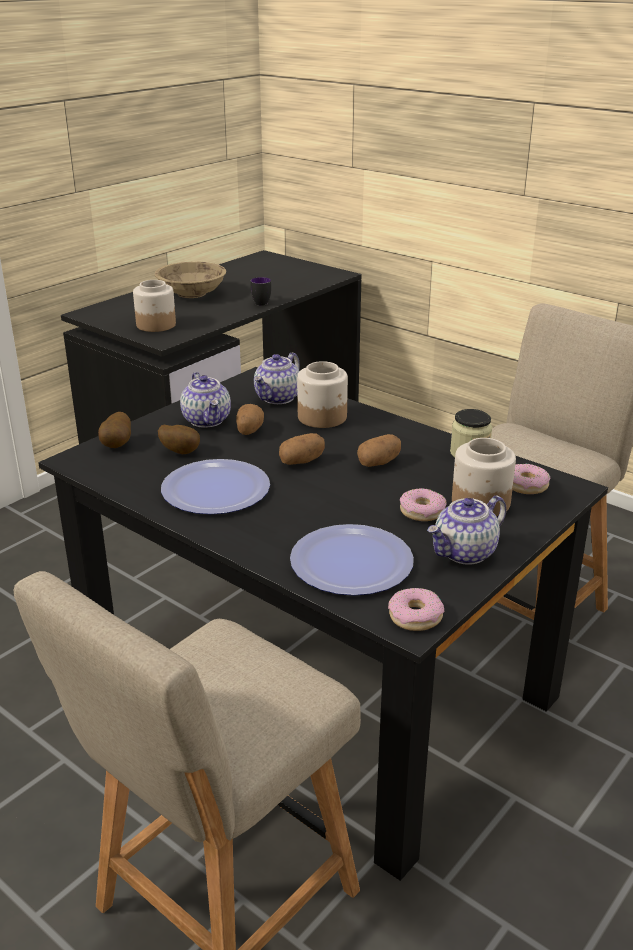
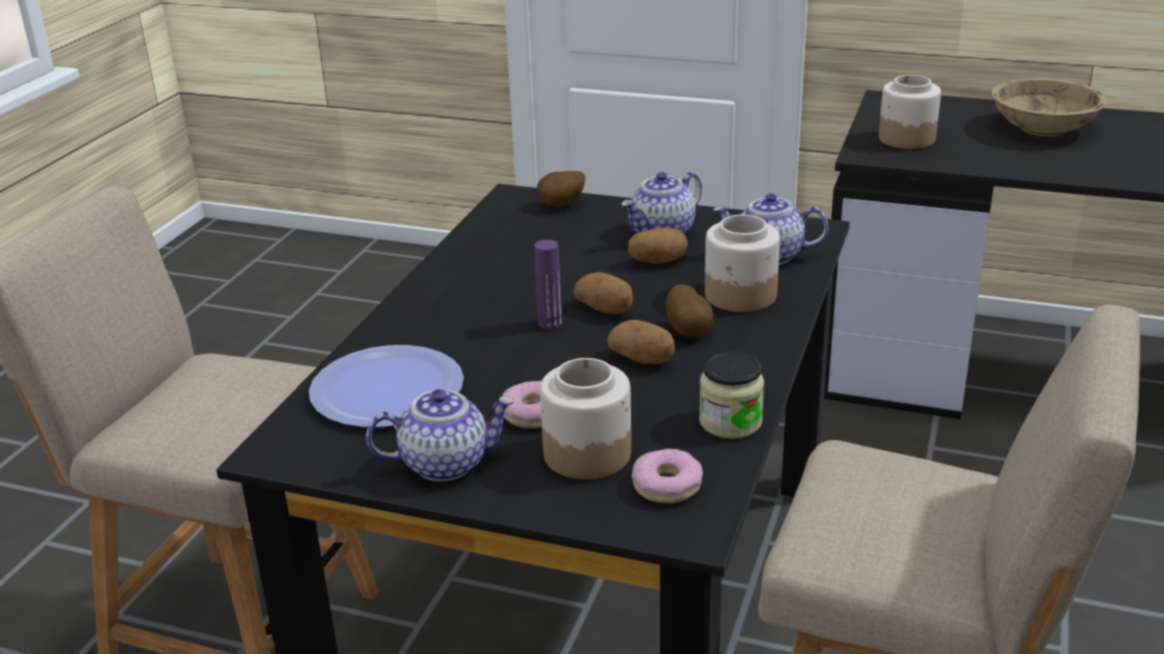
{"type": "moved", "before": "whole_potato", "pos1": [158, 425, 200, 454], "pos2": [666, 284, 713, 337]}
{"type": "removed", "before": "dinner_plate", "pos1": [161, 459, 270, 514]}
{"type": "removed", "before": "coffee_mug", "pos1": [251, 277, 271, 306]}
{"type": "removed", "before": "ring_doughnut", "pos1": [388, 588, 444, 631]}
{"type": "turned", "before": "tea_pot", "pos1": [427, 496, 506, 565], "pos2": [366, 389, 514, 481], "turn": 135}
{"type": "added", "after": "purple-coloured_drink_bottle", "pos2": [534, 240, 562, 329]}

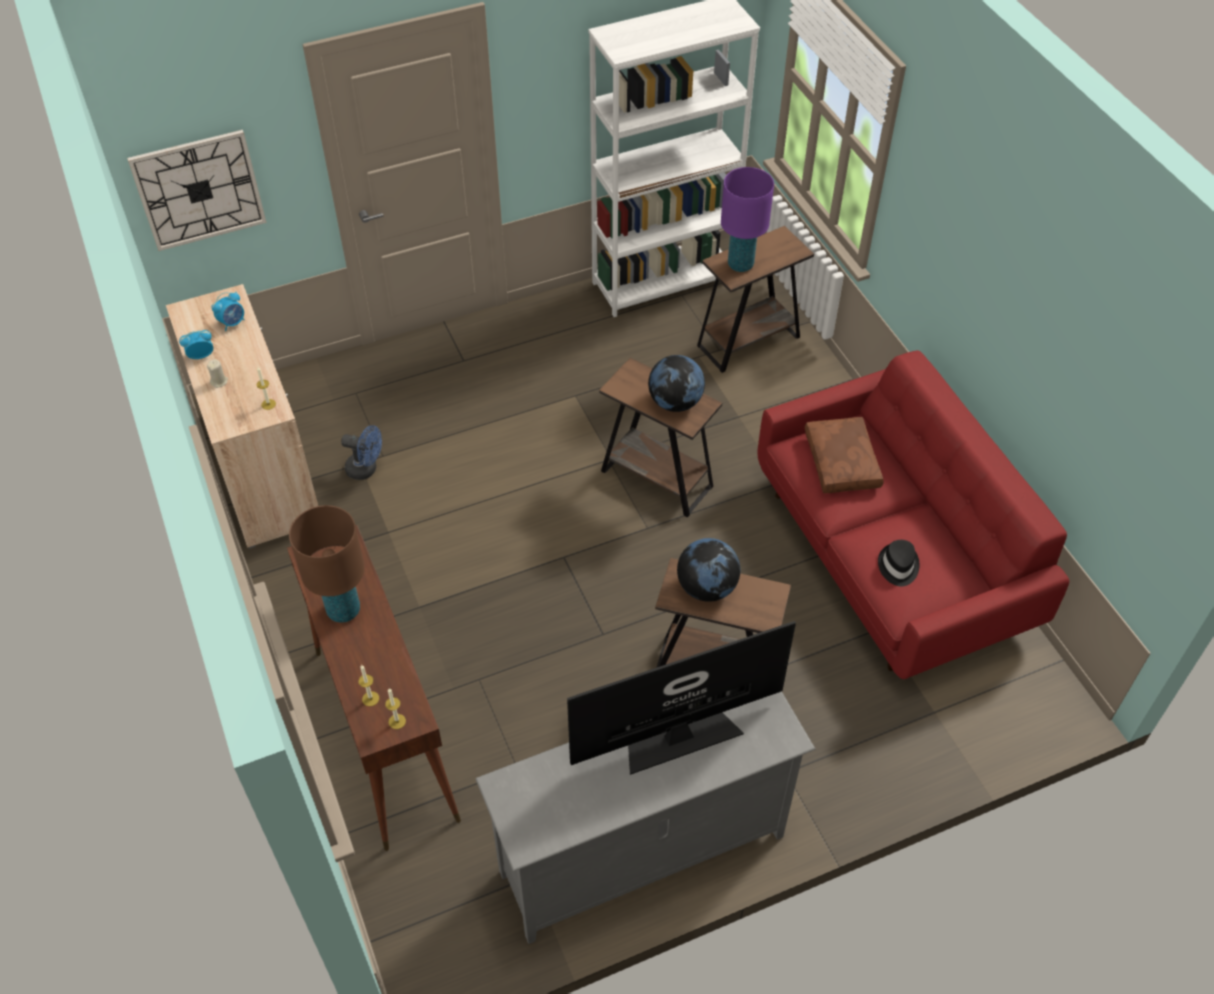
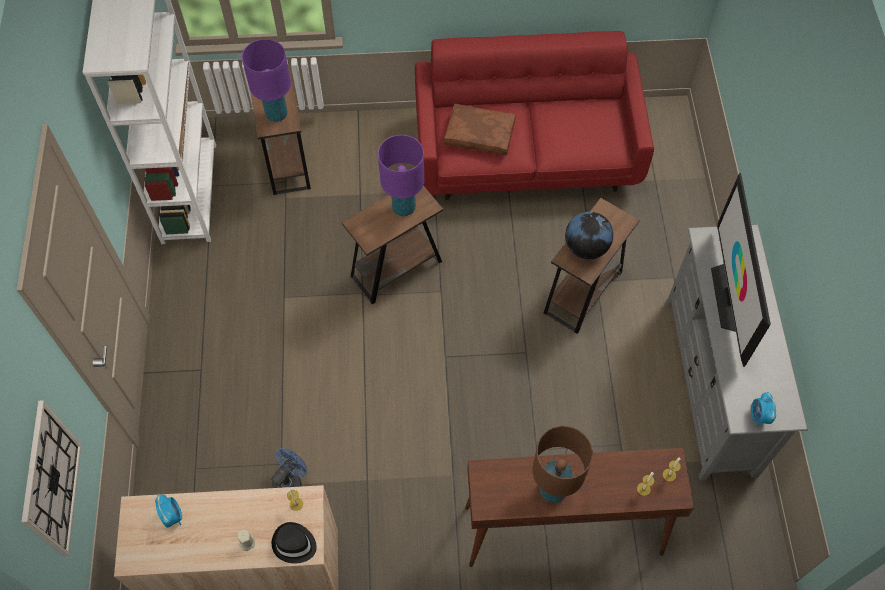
{"type": "moved", "before": "bedside_clock", "pos1": [179, 330, 213, 359], "pos2": [751, 392, 776, 426]}
{"type": "replaced", "before": "globe", "after": "purple-coloured_tabletop_lamp", "pos1": [648, 355, 705, 412], "pos2": [378, 135, 424, 216]}
{"type": "moved", "before": "black-coloured_wearable_hat", "pos1": [878, 540, 919, 586], "pos2": [272, 522, 317, 563]}

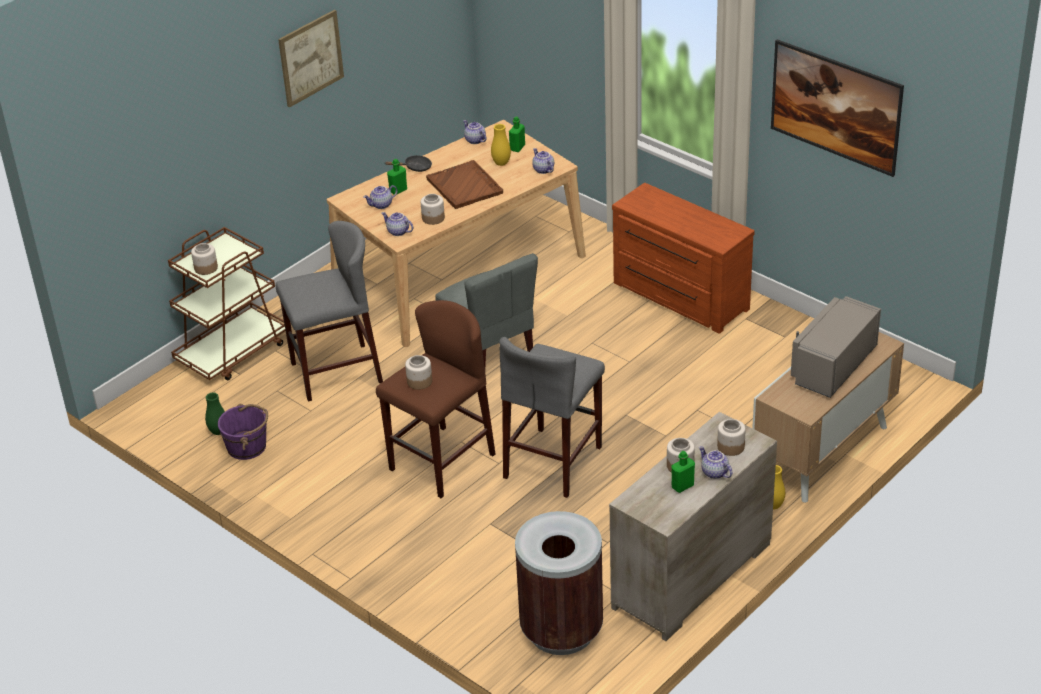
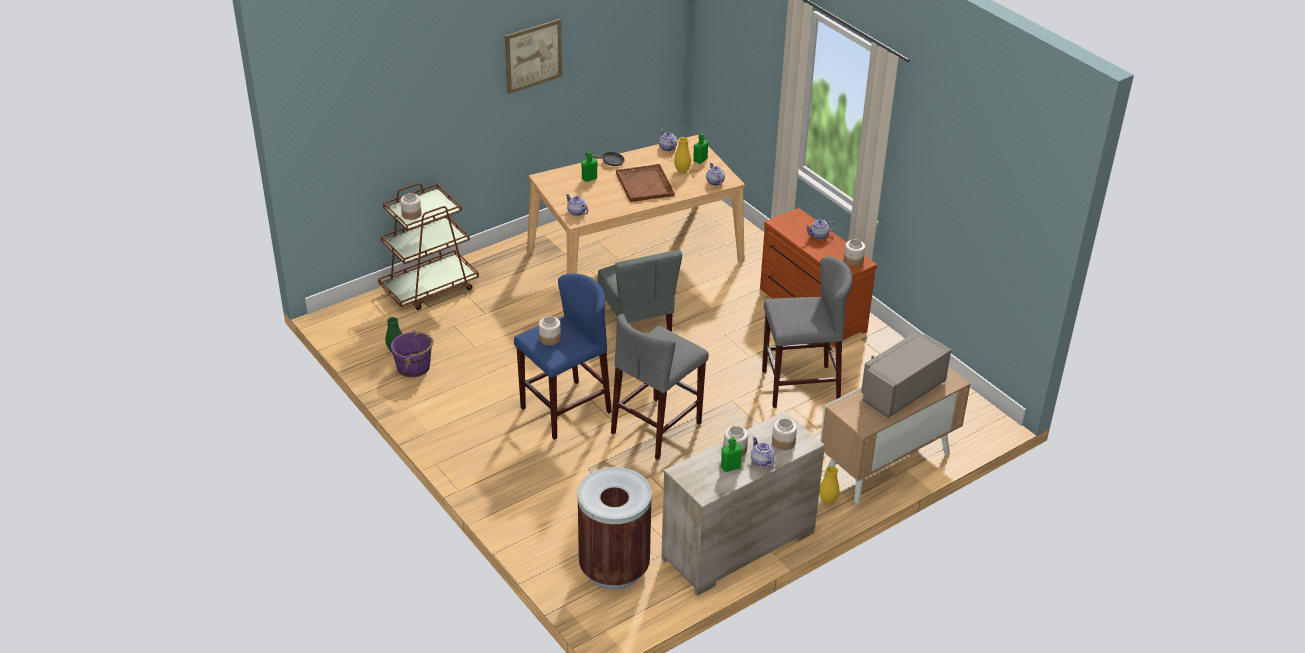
{"type": "moved", "before": "gray_sitting_stool", "pos1": [276, 221, 383, 402], "pos2": [762, 256, 852, 408]}
{"type": "moved", "before": "tea_pot", "pos1": [363, 185, 397, 209], "pos2": [805, 220, 835, 240]}
{"type": "recoloured", "before": "brown_sitting_stool", "after": "blue-coloured_sitting_stool", "pos1": [376, 300, 495, 498], "pos2": [514, 274, 612, 440]}
{"type": "moved", "before": "storage_jar", "pos1": [421, 194, 445, 225], "pos2": [844, 239, 865, 266]}
{"type": "removed", "before": "wall_art", "pos1": [771, 39, 904, 177]}

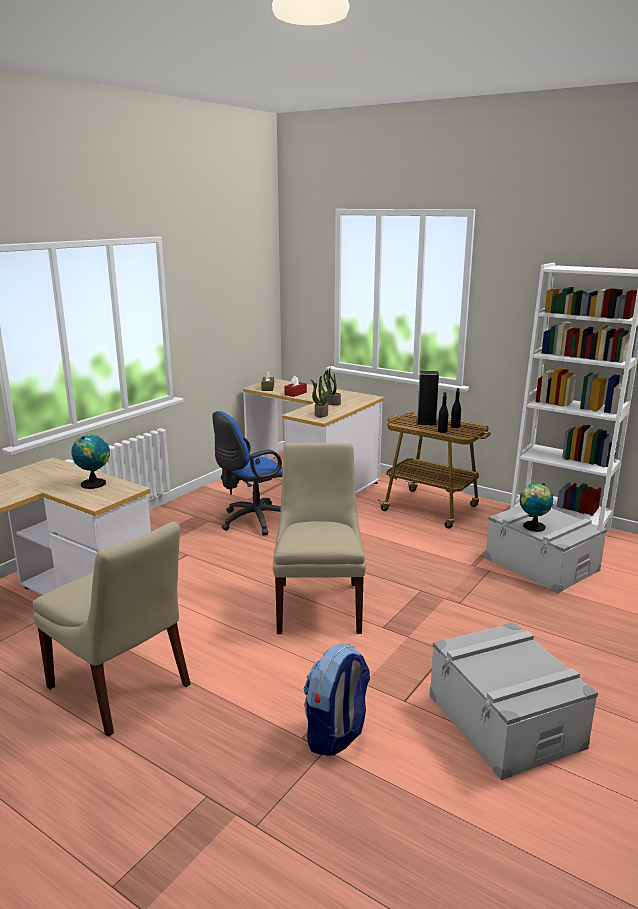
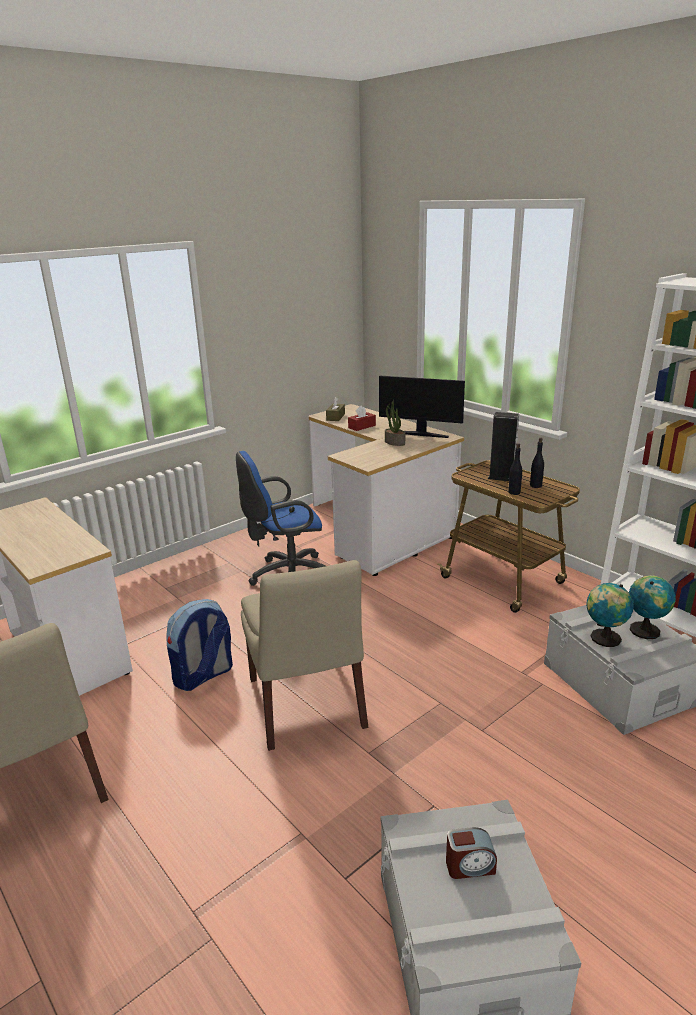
{"type": "moved", "before": "globe", "pos1": [72, 434, 110, 489], "pos2": [629, 575, 676, 639]}
{"type": "turned", "before": "beige_plain_chair", "pos1": [273, 443, 366, 634], "pos2": [241, 560, 368, 751], "turn": 150}
{"type": "moved", "before": "knapsack", "pos1": [304, 644, 370, 756], "pos2": [166, 599, 233, 691]}
{"type": "removed", "before": "potted_plant", "pos1": [311, 376, 331, 417]}
{"type": "added", "after": "computer_display", "pos2": [379, 376, 465, 438]}
{"type": "added", "after": "bedside_clock", "pos2": [446, 827, 497, 879]}

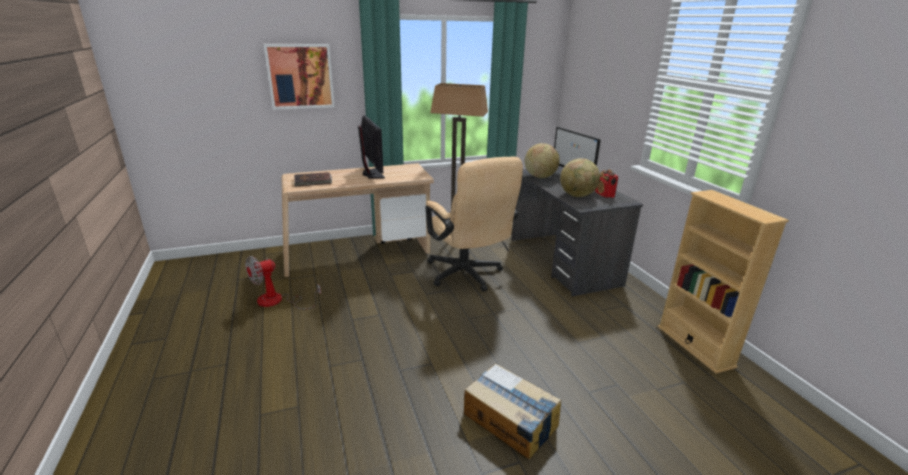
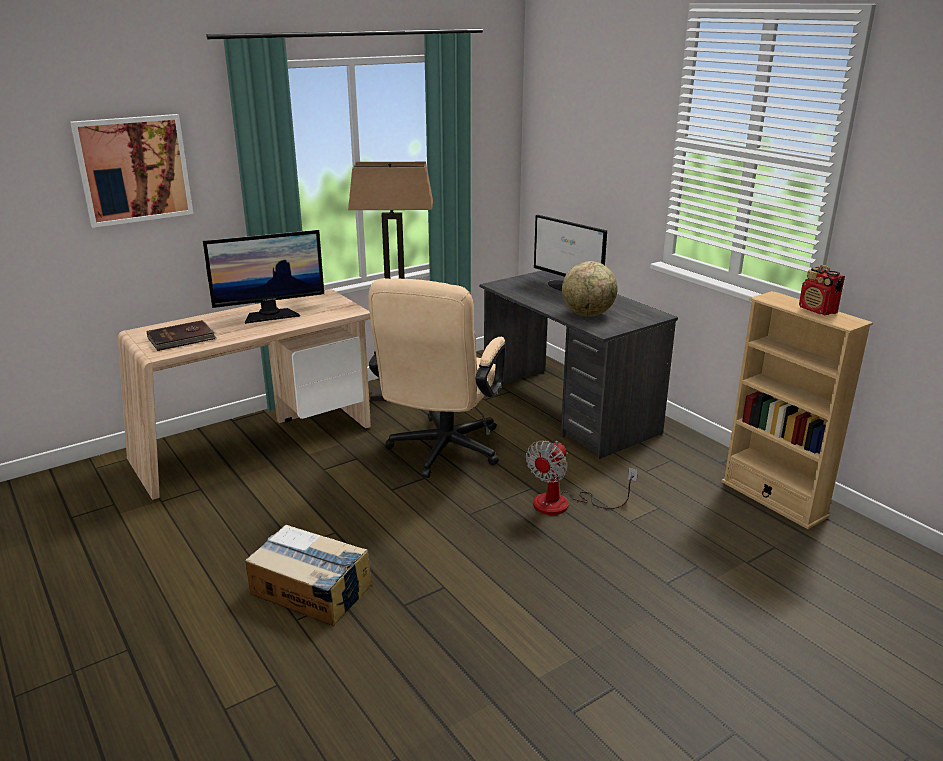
{"type": "moved", "before": "fan", "pos1": [245, 256, 321, 309], "pos2": [526, 441, 638, 515]}
{"type": "turned", "before": "computer_display", "pos1": [358, 115, 385, 178], "pos2": [203, 230, 324, 324], "turn": 105}
{"type": "turned", "before": "beige_office_chair", "pos1": [425, 157, 523, 292], "pos2": [368, 278, 506, 478], "turn": 60}
{"type": "moved", "before": "packing_box", "pos1": [464, 363, 562, 460], "pos2": [246, 525, 371, 626]}
{"type": "removed", "before": "globe", "pos1": [525, 143, 560, 178]}
{"type": "moved", "before": "radio_set", "pos1": [595, 169, 618, 198], "pos2": [799, 265, 845, 315]}

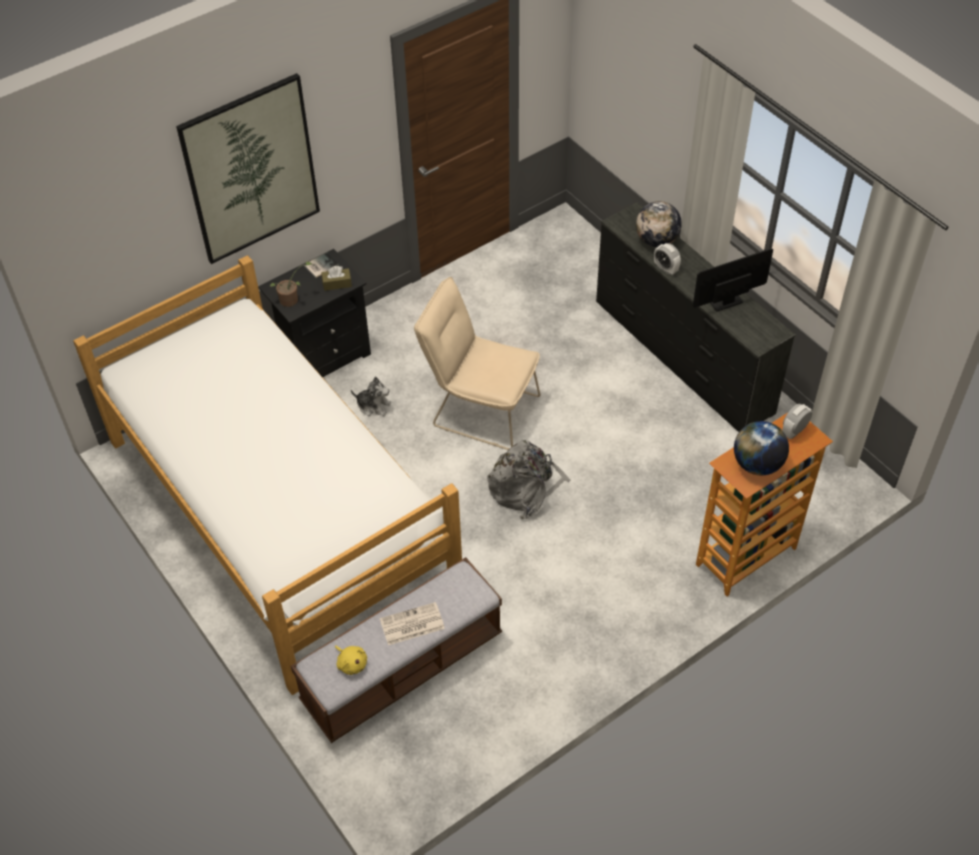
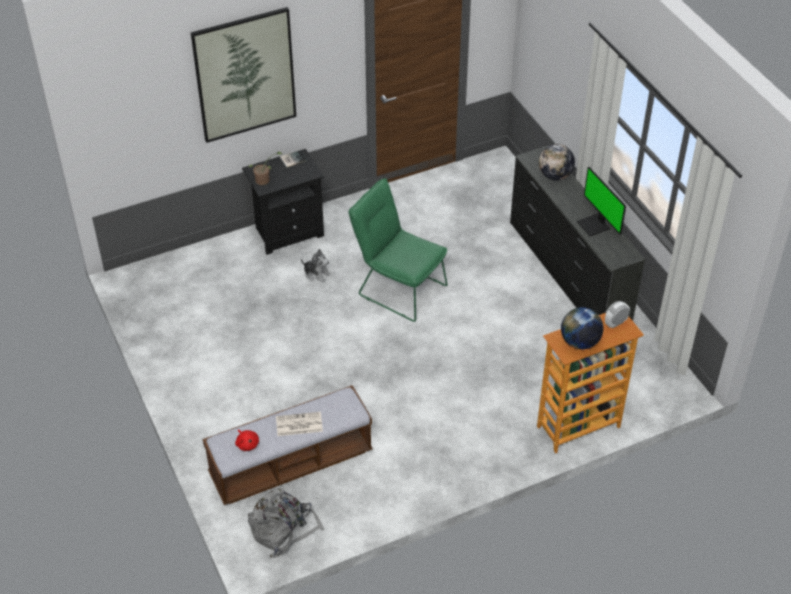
{"type": "removed", "before": "bed", "pos1": [73, 255, 462, 695]}
{"type": "removed", "before": "brown_box_of_tissues", "pos1": [321, 266, 352, 291]}
{"type": "recoloured", "before": "yellow_soft_toy", "after": "red_soft_toy", "pos1": [335, 646, 367, 675], "pos2": [235, 429, 259, 451]}
{"type": "recoloured", "before": "beige_plain_chair", "after": "green_plain_chair", "pos1": [414, 277, 540, 450], "pos2": [349, 178, 448, 322]}
{"type": "moved", "before": "gray_knapsack", "pos1": [487, 440, 571, 519], "pos2": [248, 488, 325, 558]}
{"type": "removed", "before": "bedside_clock", "pos1": [654, 243, 681, 275]}
{"type": "turned", "before": "computer_display", "pos1": [693, 248, 773, 312], "pos2": [577, 167, 626, 236], "turn": -105}

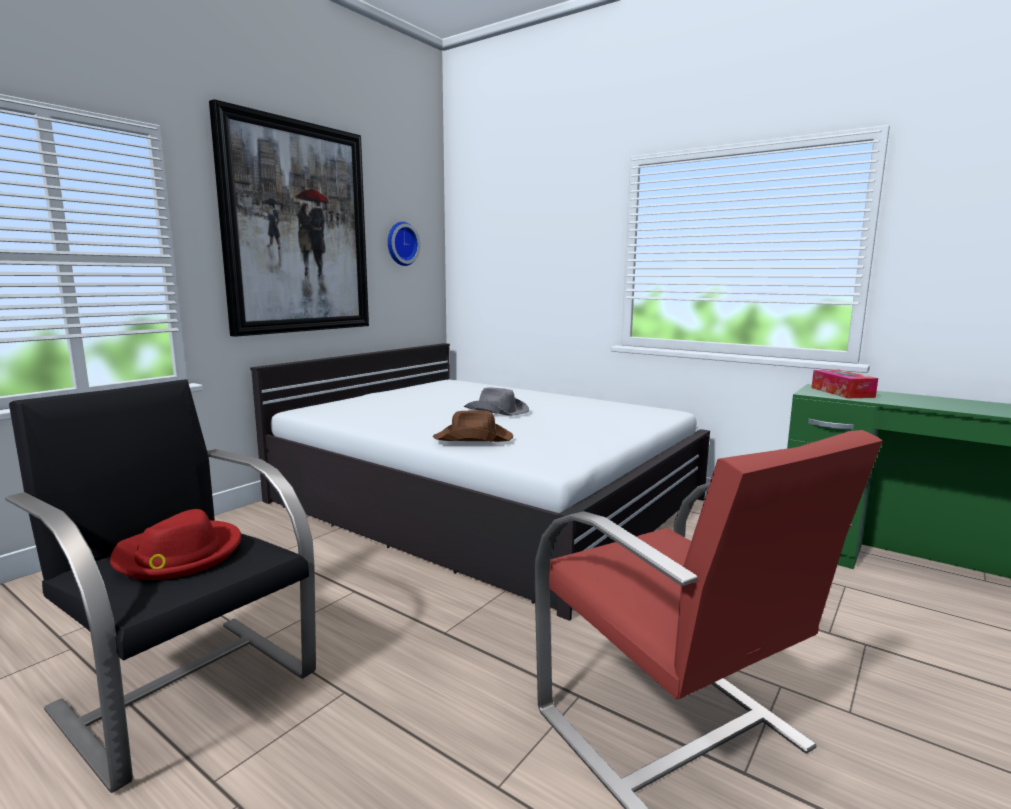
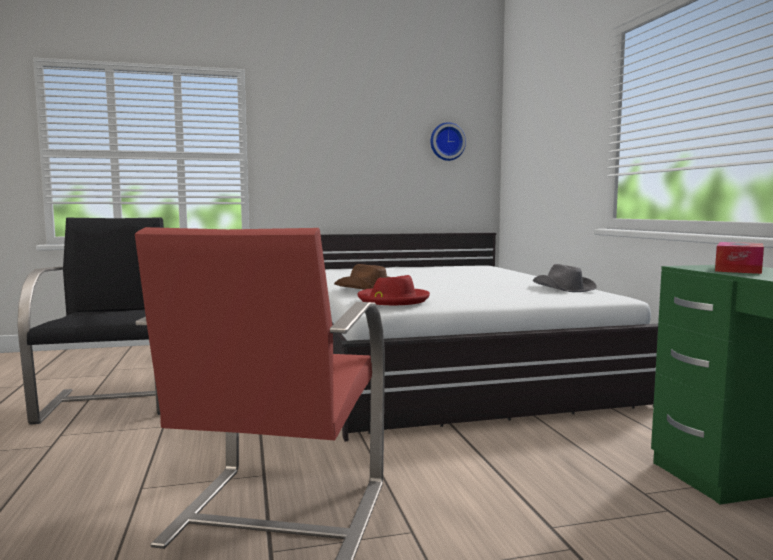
{"type": "moved", "before": "red_wearable_hat", "pos1": [110, 509, 241, 580], "pos2": [357, 275, 430, 305]}
{"type": "removed", "before": "wall_art", "pos1": [209, 99, 369, 337]}
{"type": "moved", "before": "gray_wearable_hat", "pos1": [464, 387, 529, 416], "pos2": [533, 264, 597, 292]}

